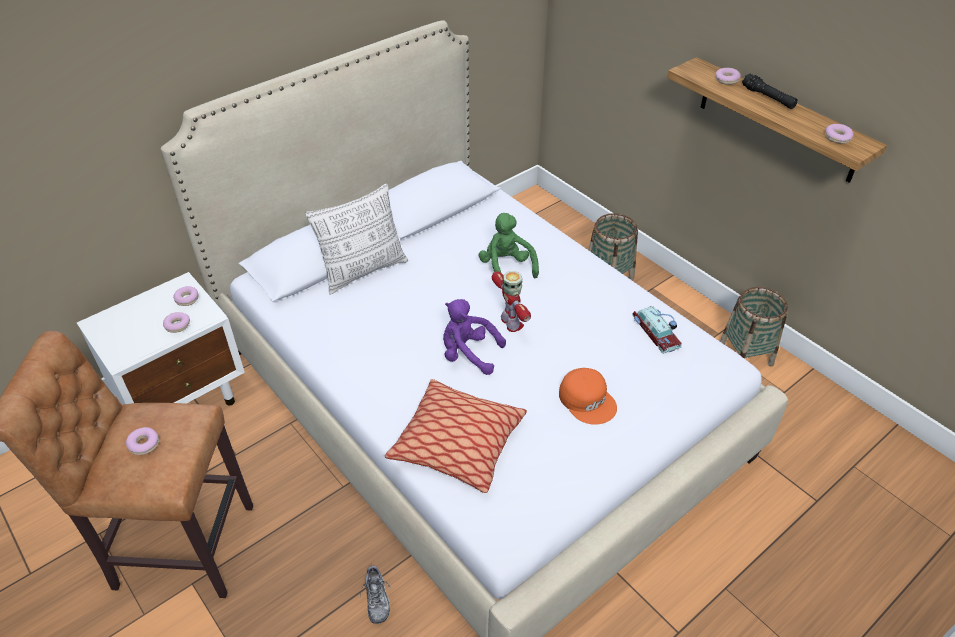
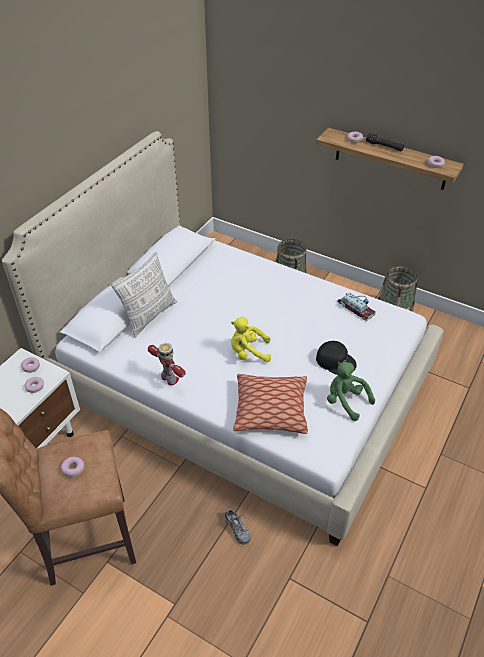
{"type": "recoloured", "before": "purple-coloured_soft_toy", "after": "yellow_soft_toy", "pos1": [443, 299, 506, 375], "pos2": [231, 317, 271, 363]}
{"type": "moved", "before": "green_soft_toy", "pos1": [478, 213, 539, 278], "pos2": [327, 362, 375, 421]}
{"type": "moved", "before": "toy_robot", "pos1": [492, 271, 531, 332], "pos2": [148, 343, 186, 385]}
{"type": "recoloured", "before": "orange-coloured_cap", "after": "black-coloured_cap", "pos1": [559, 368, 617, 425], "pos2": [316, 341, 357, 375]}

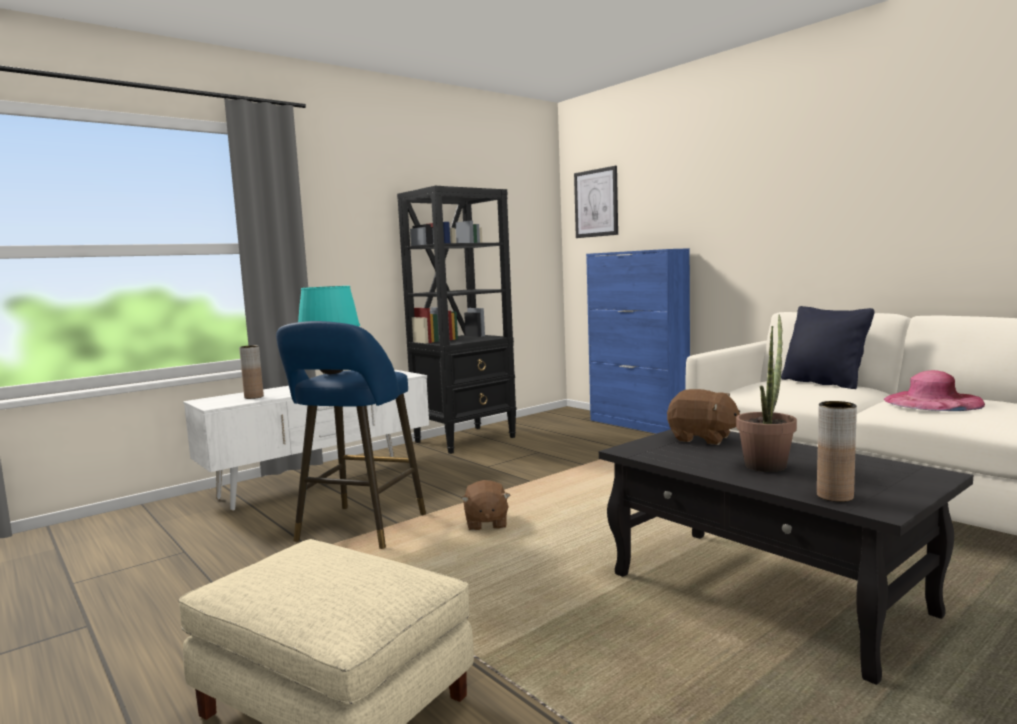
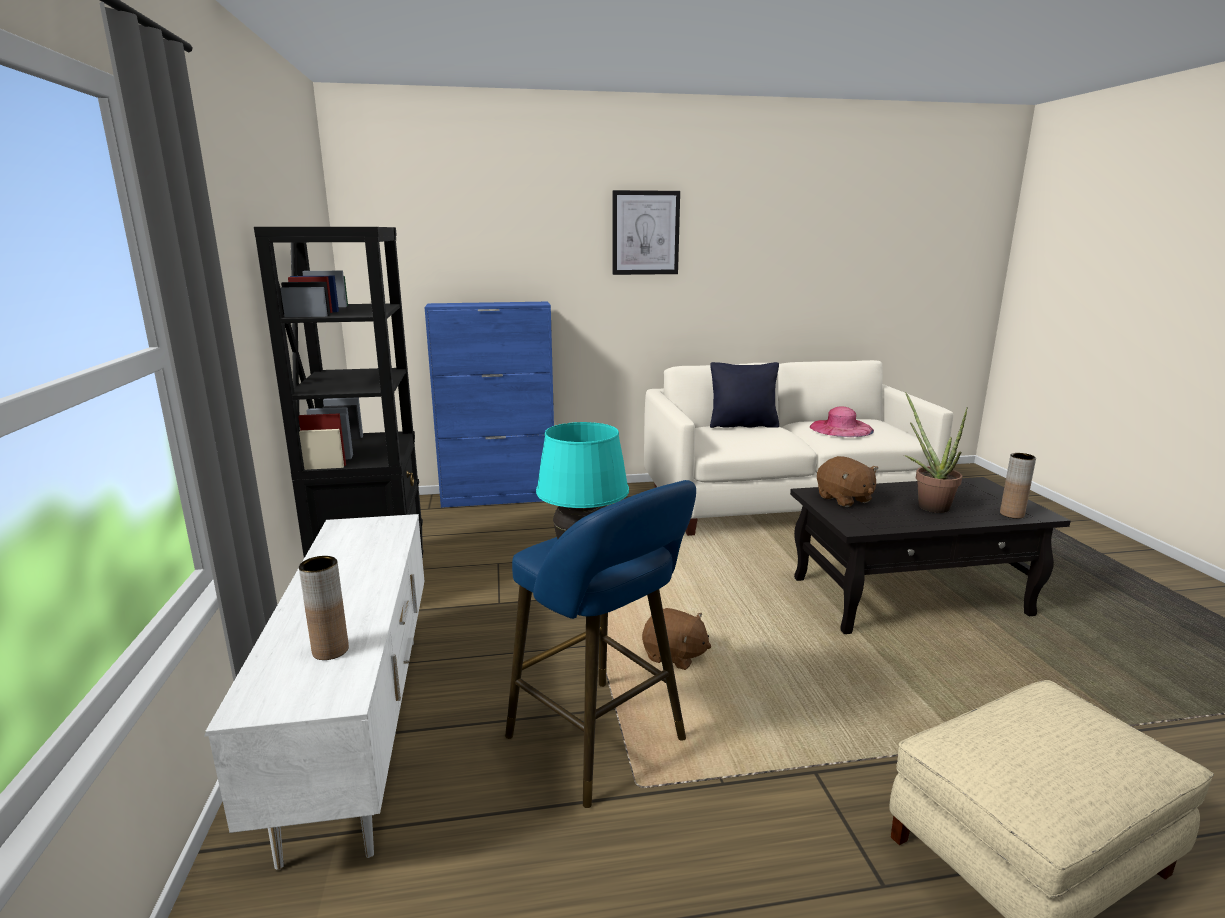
{"type": "moved", "before": "wall_art", "pos1": [574, 166, 618, 238], "pos2": [613, 190, 680, 275]}
{"type": "turned", "before": "brown_soft_toy", "pos1": [667, 389, 740, 445], "pos2": [817, 456, 878, 507], "turn": 90}

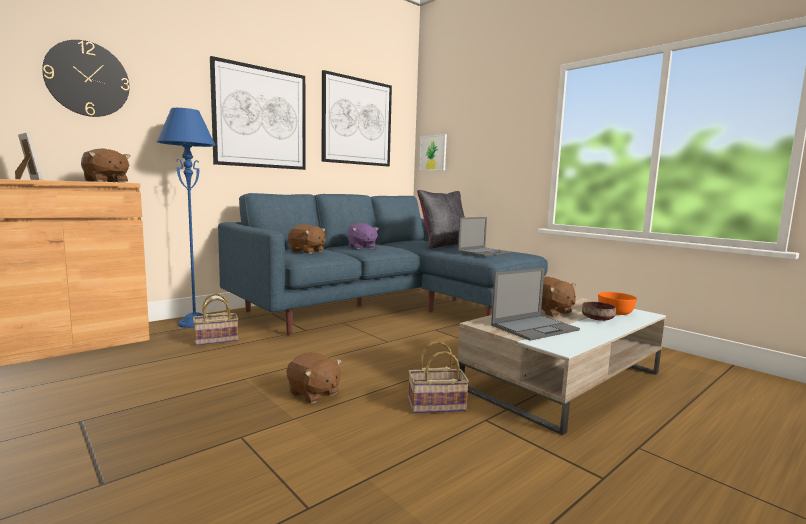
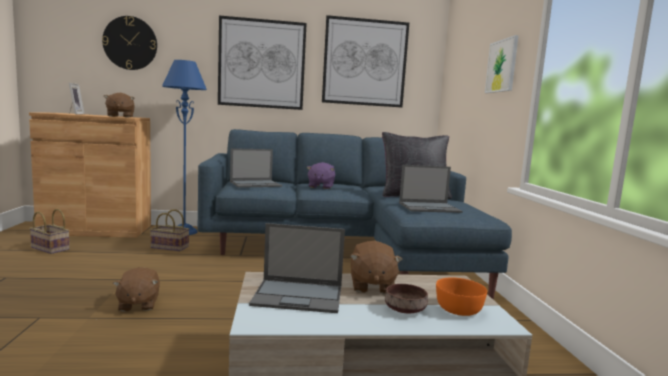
{"type": "replaced", "before": "brown_soft_toy", "after": "laptop", "pos1": [288, 224, 326, 254], "pos2": [230, 148, 282, 188]}
{"type": "moved", "before": "household_basket", "pos1": [408, 341, 469, 414], "pos2": [29, 209, 70, 254]}
{"type": "moved", "before": "wall_art", "pos1": [419, 134, 447, 171], "pos2": [485, 35, 519, 93]}

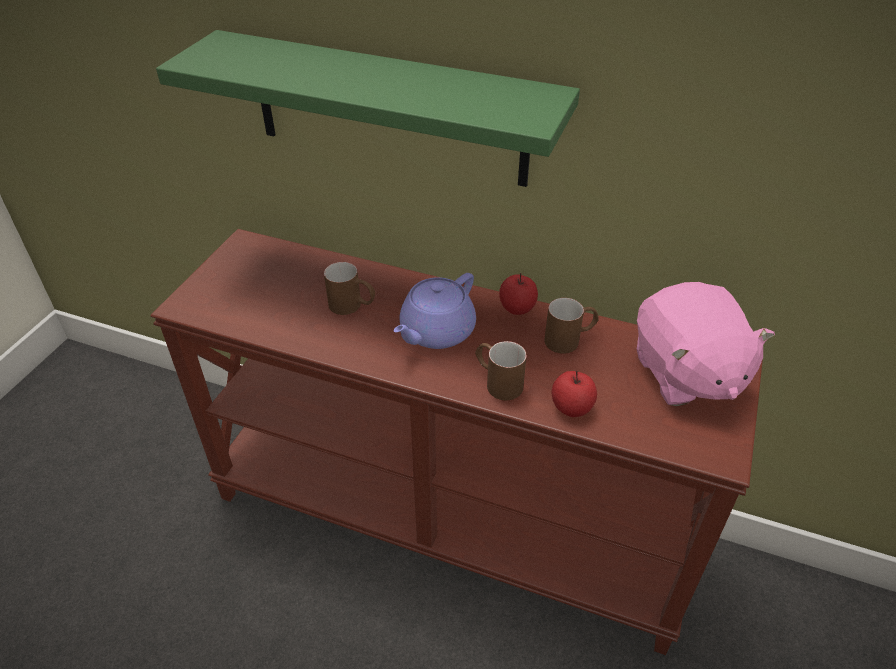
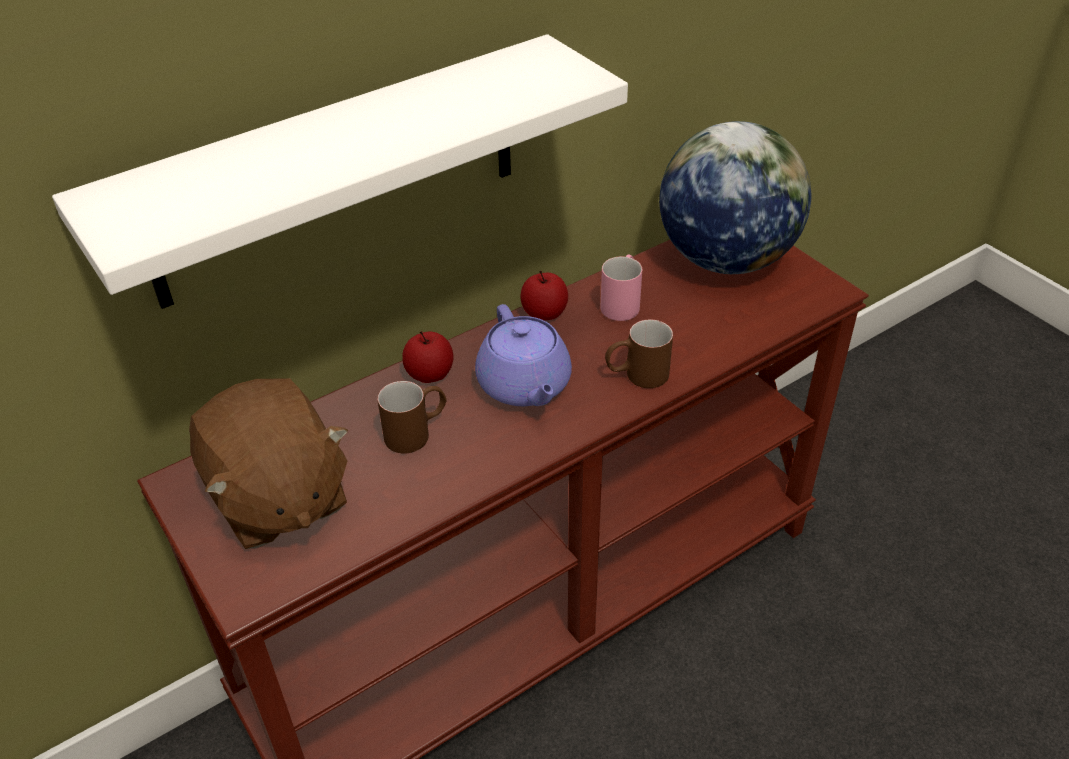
{"type": "recoloured", "before": "green_bracket_shelf", "after": "white_bracket_shelf", "pos1": [156, 30, 580, 187], "pos2": [52, 34, 628, 309]}
{"type": "recoloured", "before": "brown_coffee_mug", "after": "pink_coffee_mug", "pos1": [544, 298, 599, 354], "pos2": [600, 255, 642, 321]}
{"type": "moved", "before": "apple_fruit", "pos1": [551, 371, 597, 417], "pos2": [402, 331, 453, 383]}
{"type": "replaced", "before": "pink_soft_toy", "after": "globe", "pos1": [637, 282, 775, 406], "pos2": [659, 121, 811, 274]}
{"type": "added", "after": "brown_soft_toy", "pos2": [189, 378, 348, 549]}

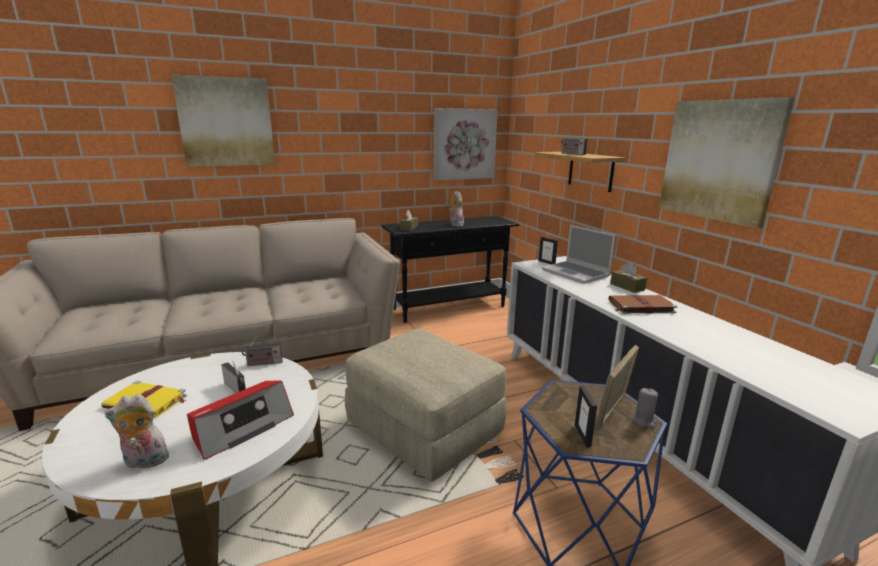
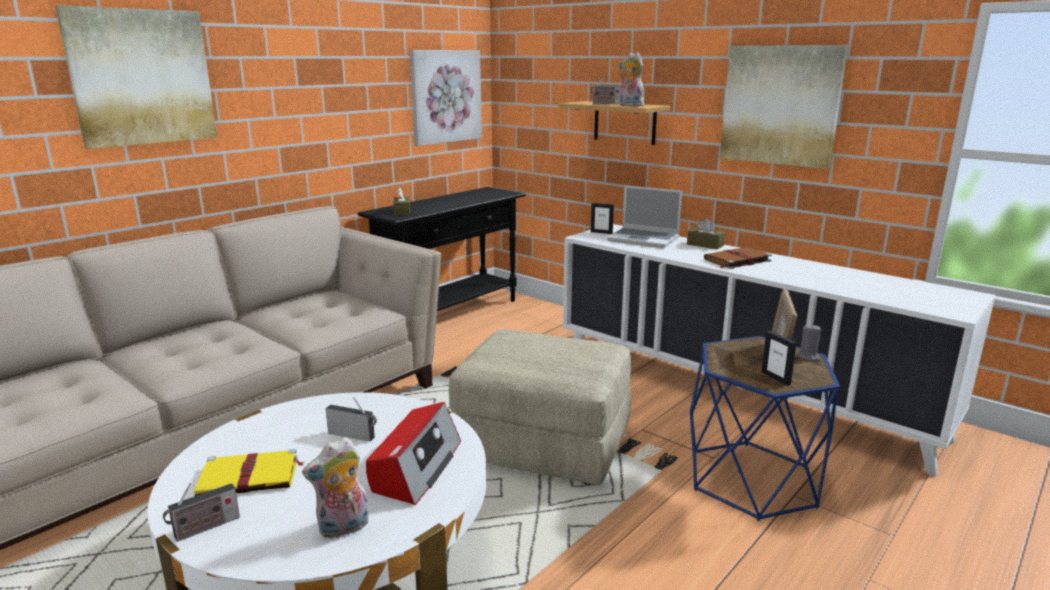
{"type": "moved", "before": "radio_set", "pos1": [242, 336, 283, 366], "pos2": [163, 483, 240, 542]}
{"type": "moved", "before": "soft_toy", "pos1": [449, 191, 464, 227], "pos2": [619, 52, 644, 106]}

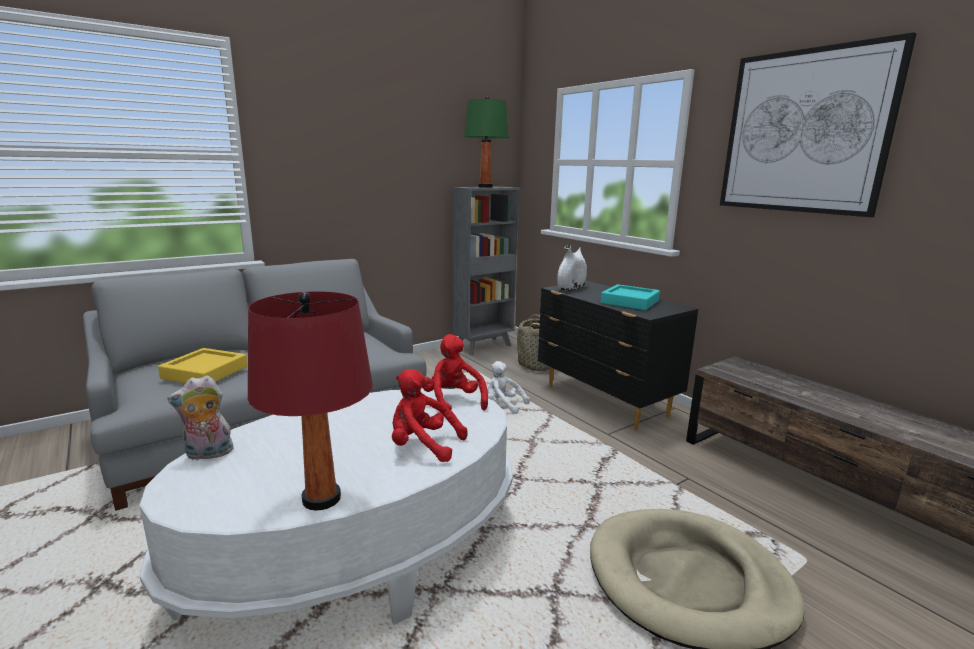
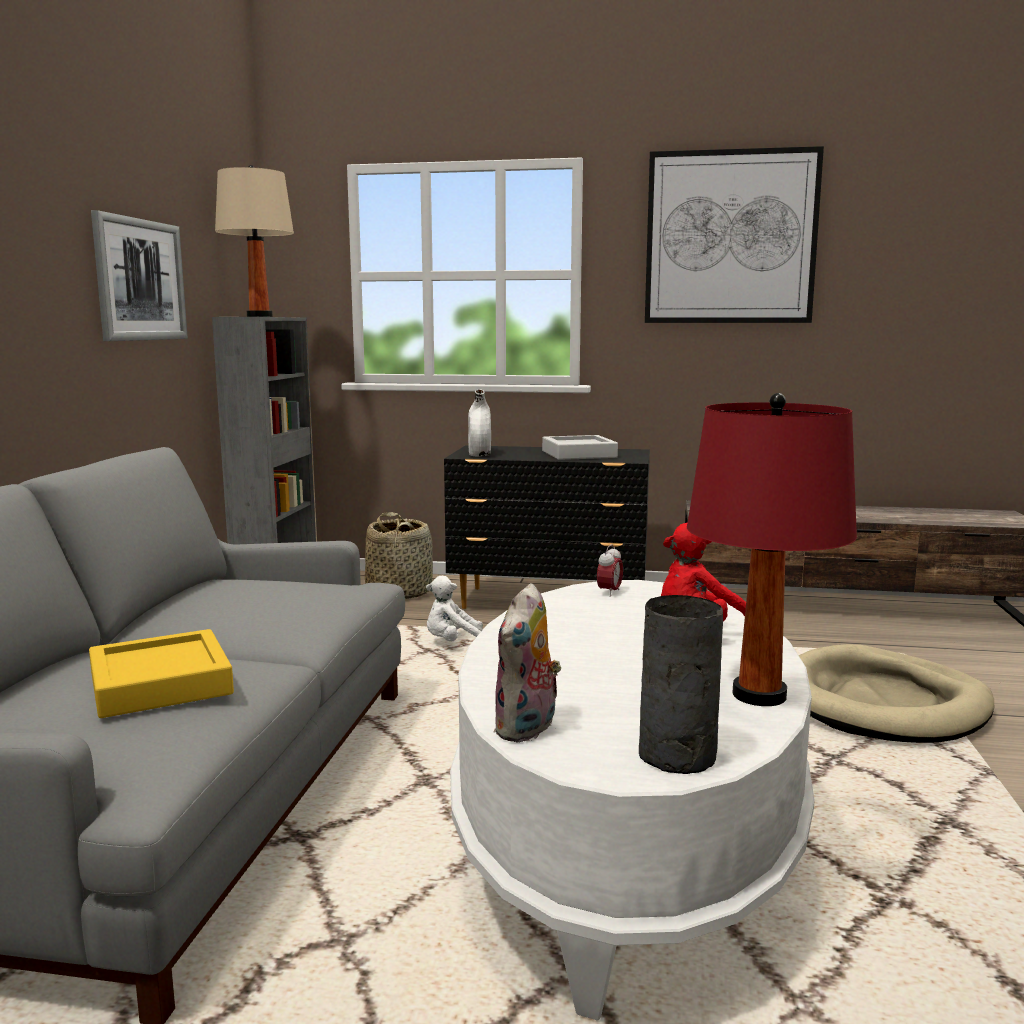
{"type": "replaced", "before": "red_soft_toy", "after": "bedside_clock", "pos1": [422, 334, 488, 410], "pos2": [597, 544, 623, 597]}
{"type": "recoloured", "before": "green_tabletop_lamp", "after": "beige_tabletop_lamp", "pos1": [464, 97, 509, 187], "pos2": [215, 165, 294, 317]}
{"type": "recoloured", "before": "blue-green_tray", "after": "gray_tray", "pos1": [601, 284, 660, 310], "pos2": [542, 435, 618, 460]}
{"type": "added", "after": "wall_art", "pos2": [91, 210, 188, 341]}
{"type": "added", "after": "gray_decorative_vase", "pos2": [639, 595, 723, 774]}

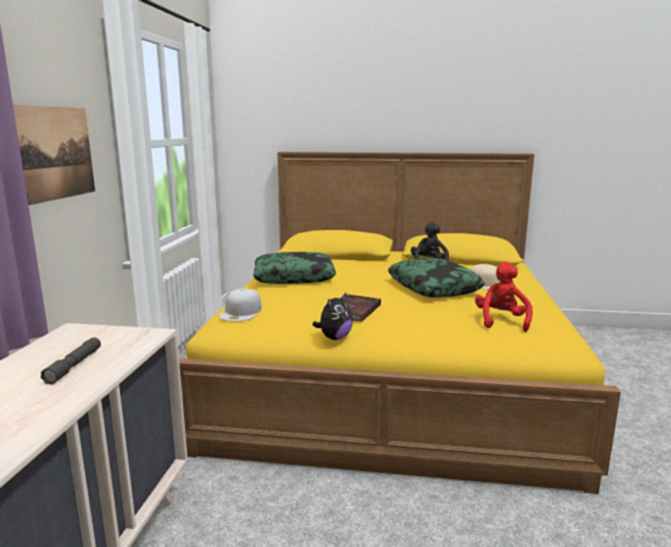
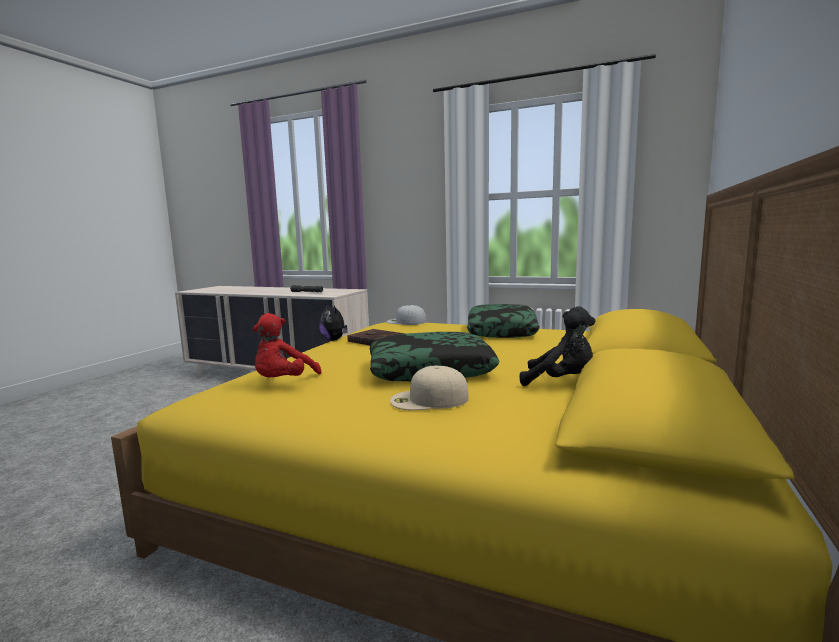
{"type": "removed", "before": "wall_art", "pos1": [13, 105, 95, 205]}
{"type": "turned", "before": "red_soft_toy", "pos1": [475, 262, 533, 332], "pos2": [253, 313, 322, 377], "turn": 90}

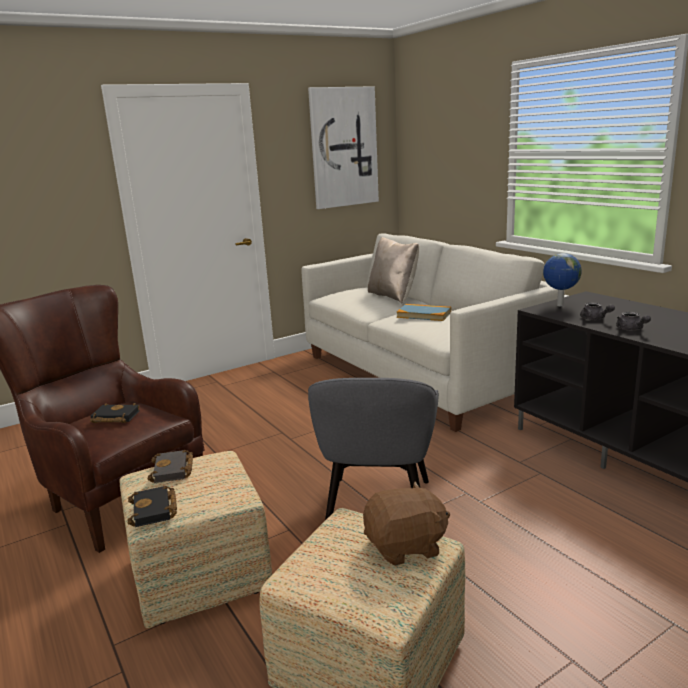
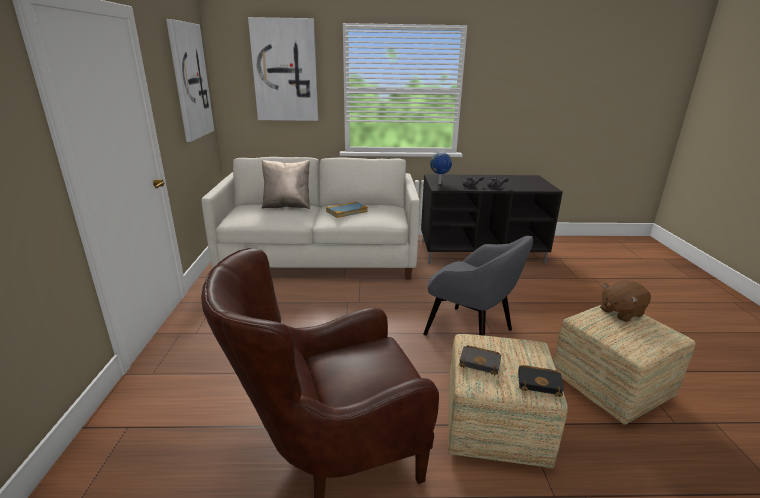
{"type": "removed", "before": "black-coloured_volume", "pos1": [90, 403, 140, 423]}
{"type": "turned", "before": "brown_soft_toy", "pos1": [363, 481, 450, 566], "pos2": [600, 280, 651, 322], "turn": -135}
{"type": "added", "after": "wall_art", "pos2": [248, 17, 318, 121]}

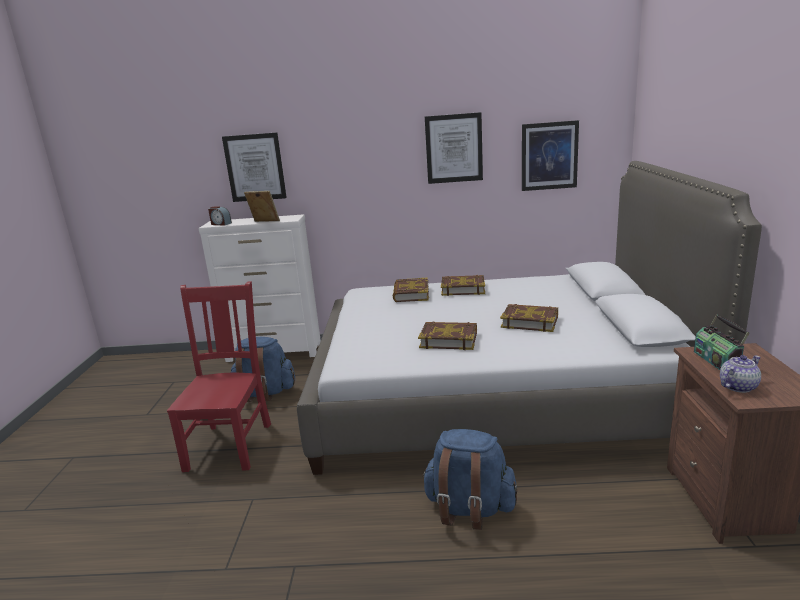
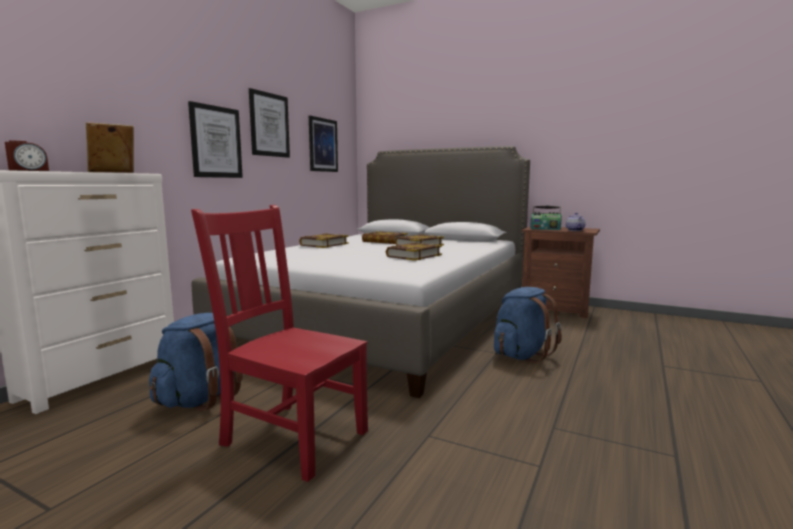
{"type": "moved", "before": "wall_art", "pos1": [222, 132, 287, 202], "pos2": [188, 101, 243, 178]}
{"type": "moved", "before": "volume", "pos1": [393, 278, 429, 302], "pos2": [362, 231, 408, 244]}

